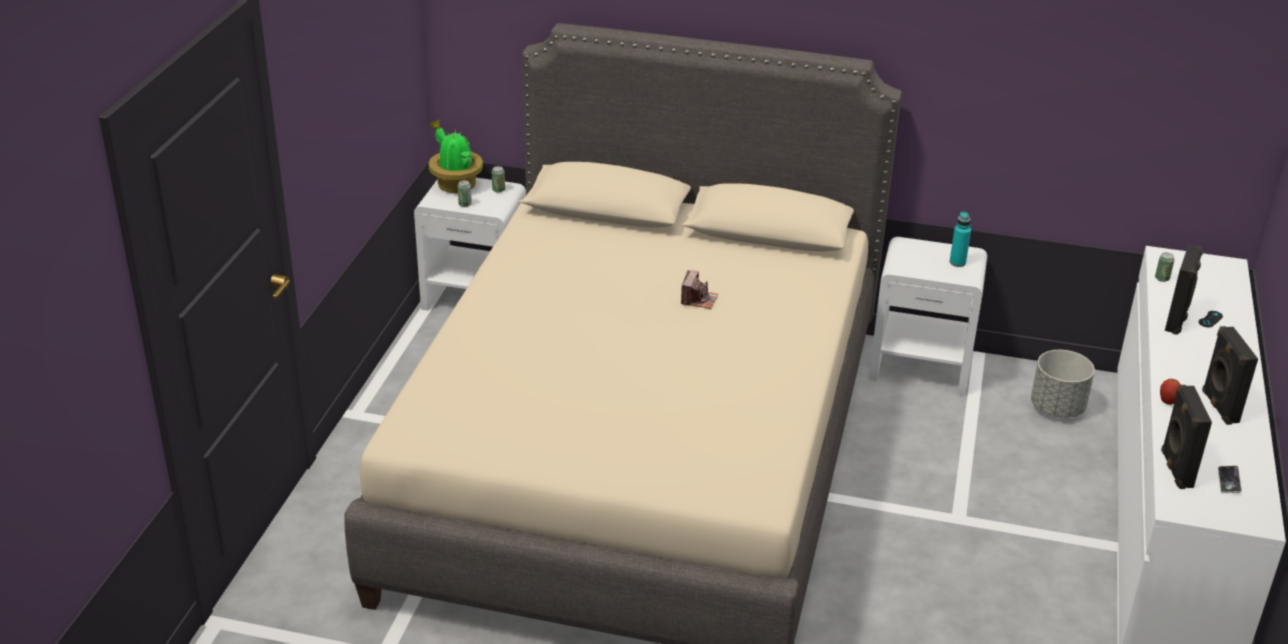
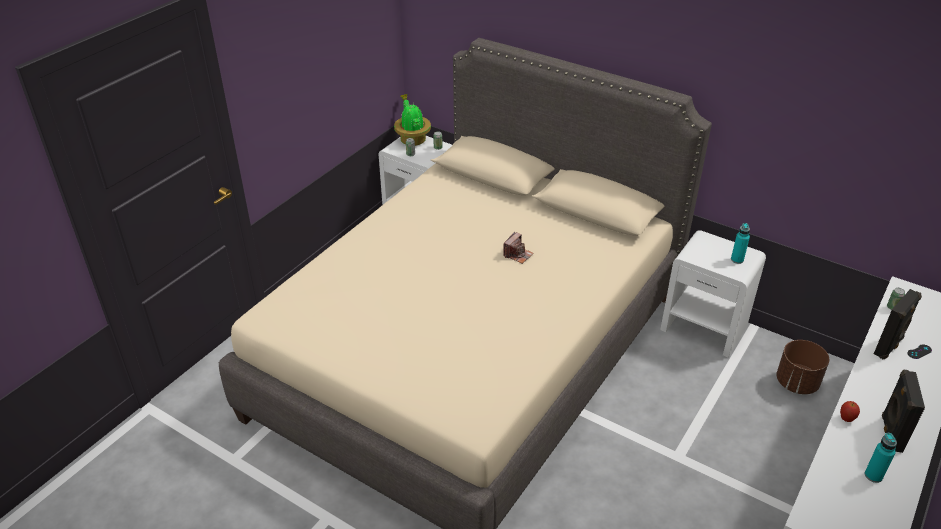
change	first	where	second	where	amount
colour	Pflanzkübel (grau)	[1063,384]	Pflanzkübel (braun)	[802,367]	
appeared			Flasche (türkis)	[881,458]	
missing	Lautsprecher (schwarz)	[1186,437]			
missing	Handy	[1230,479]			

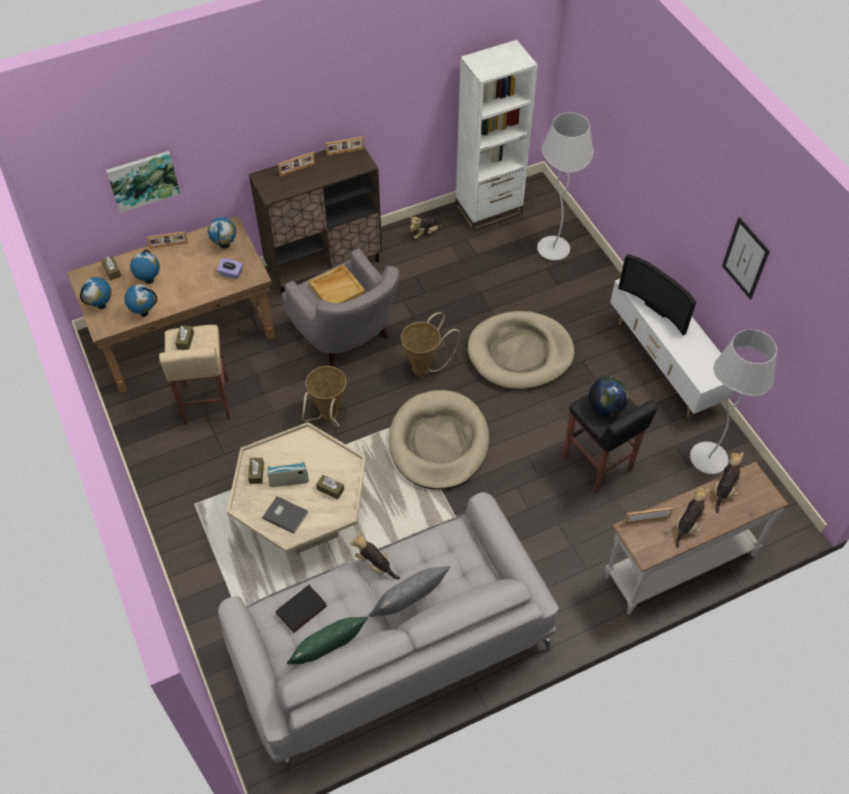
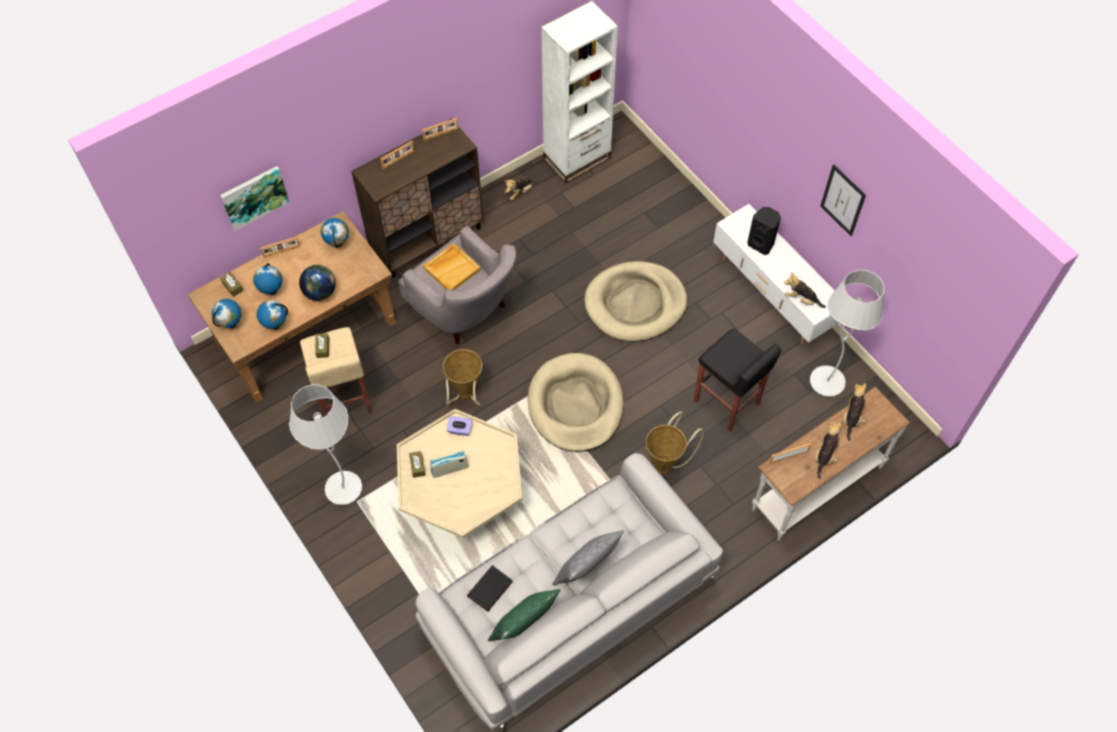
change	first	where	second	where	amount
relocated	Stehlampe (weiß)	[565,186]		[325,444]	
relocated	Globus	[609,396]		[317,282]	
relocated	Taschentuchbox (lila)	[230,268]		[459,426]	
relocated	Korb	[430,344]		[675,442]	
exchanged	Fernseher	[657,295]	Lautsprecher (schwarz)	[764,231]	
relocated	Plüschtier	[375,556]		[805,290]	
missing	Buch (grau)	[285,515]			
missing	Taschentuchbox (braun)	[330,487]			

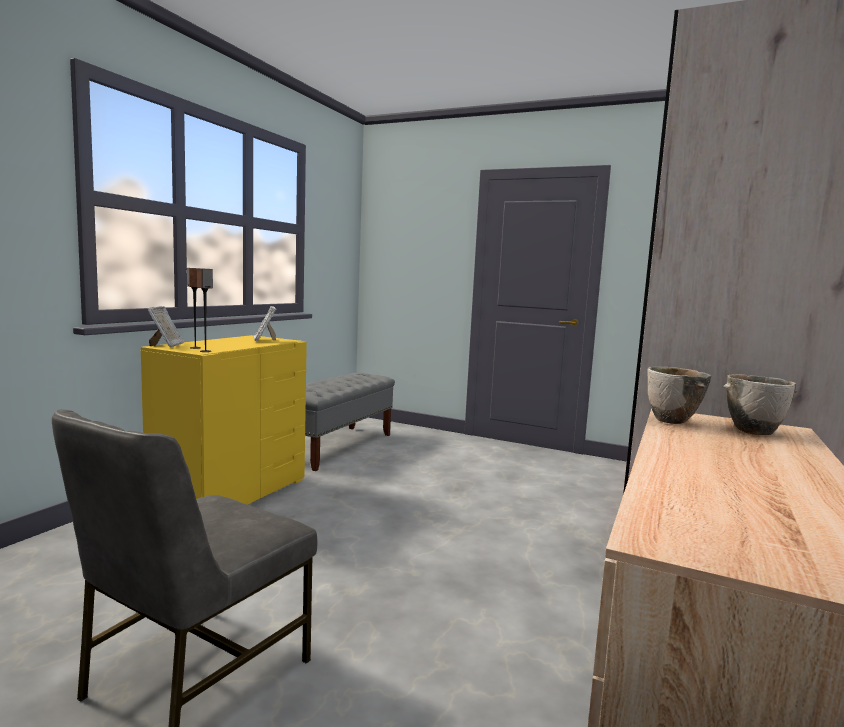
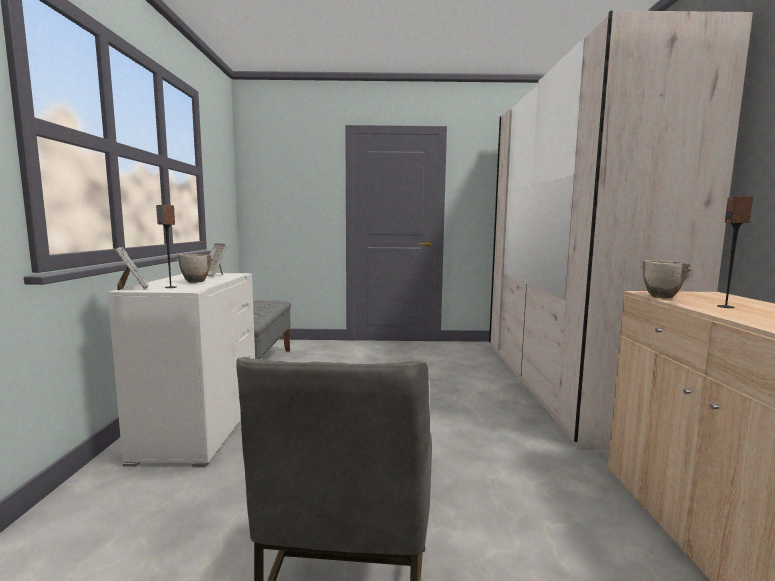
change	first	where	second	where	amount
colour	Kommode (gelb)	[224,420]	Kommode (weiß)	[181,370]	
relocated	Schüssel	[760,404]		[195,268]	
relocated	Lautsprecher	[205,310]		[735,252]	

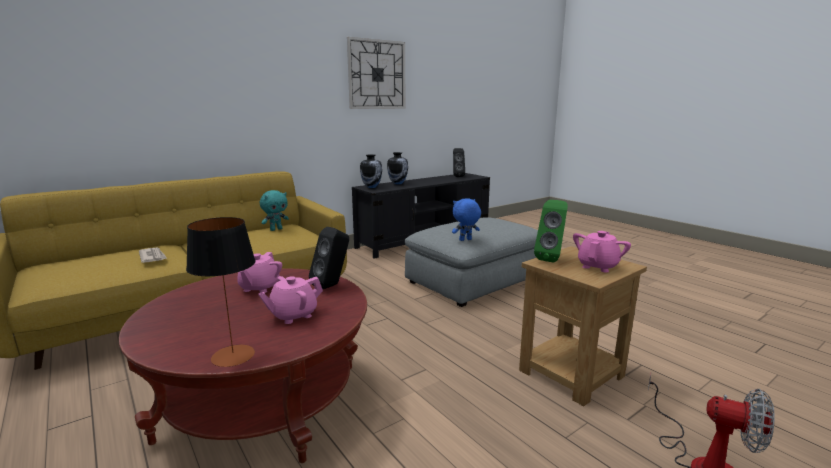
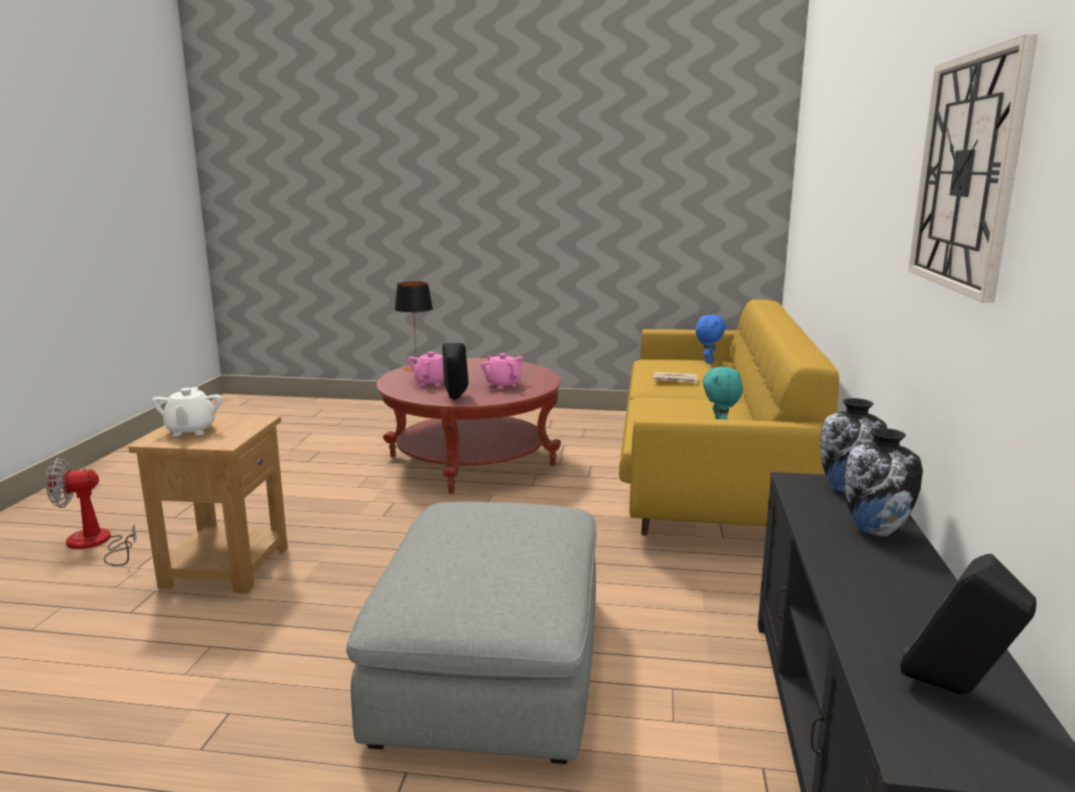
change	first	where	second	where	amount
colour	Teekanne (rosa)	[602,251]	Teekanne (weiß)	[187,411]	
relocated	Plüschtier (blau)	[466,219]		[711,339]	
missing	Lautsprecher (grün)	[551,231]			

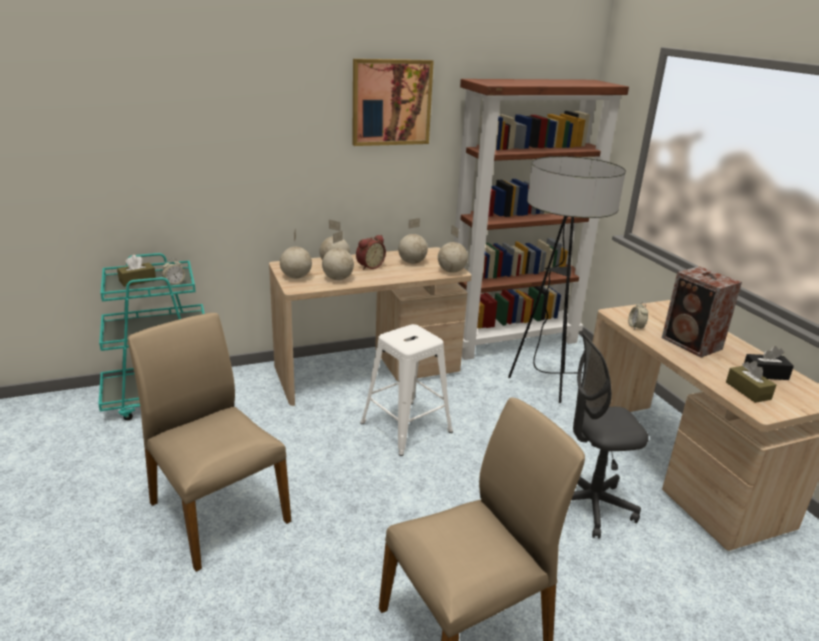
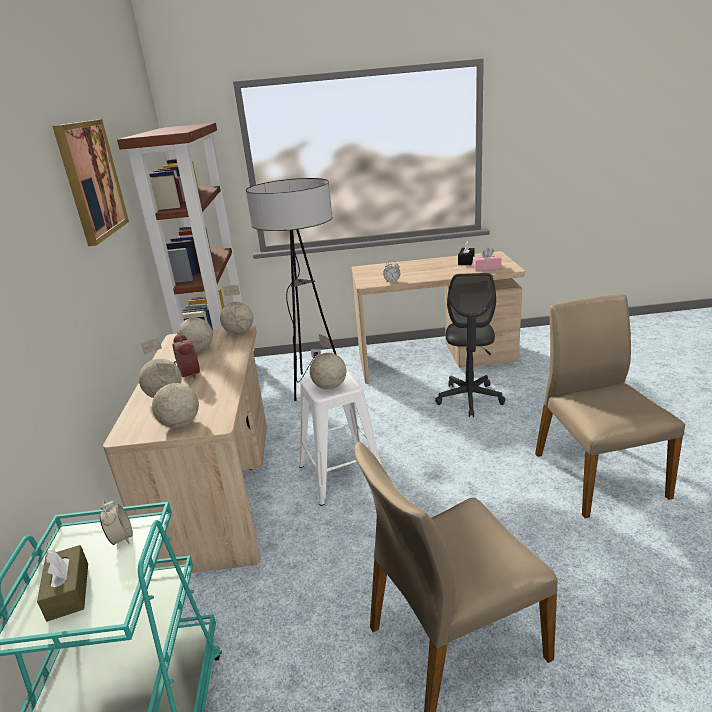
change	first	where	second	where	amount
relocated	Globus	[338,255]		[328,362]	
colour	Taschentuchbox (braun)	[751,382]	Taschentuchbox (rosa)	[487,259]	
missing	Lautsprecher	[702,312]			

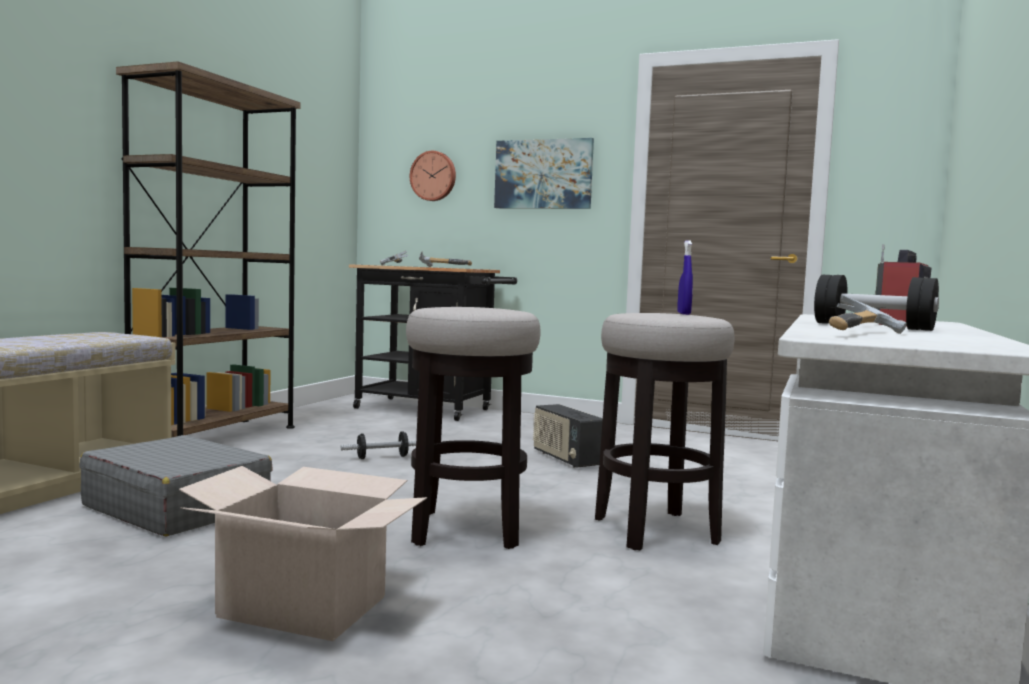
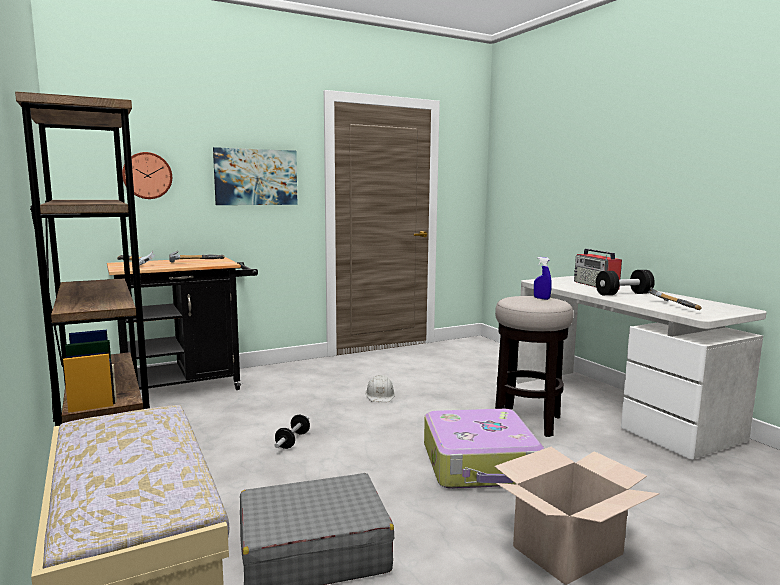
change	first	where	second	where	amount
exchanged	Radio	[568,436]	Schutzhelm (weiß)	[380,388]	
exchanged	Hocker	[473,428]	Koffer	[484,449]	

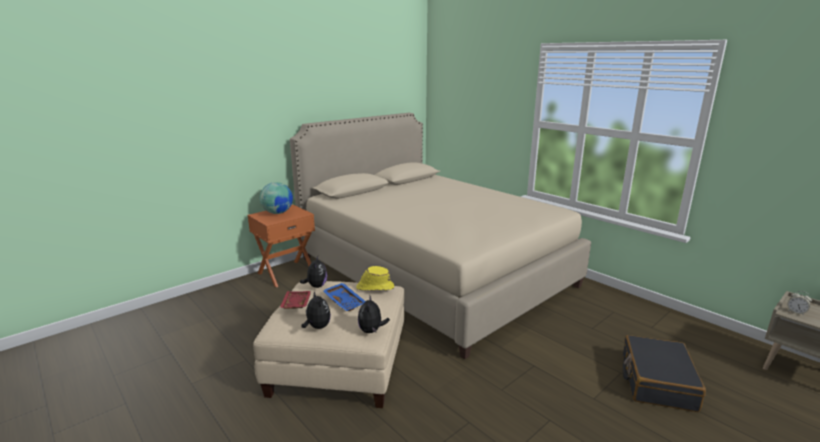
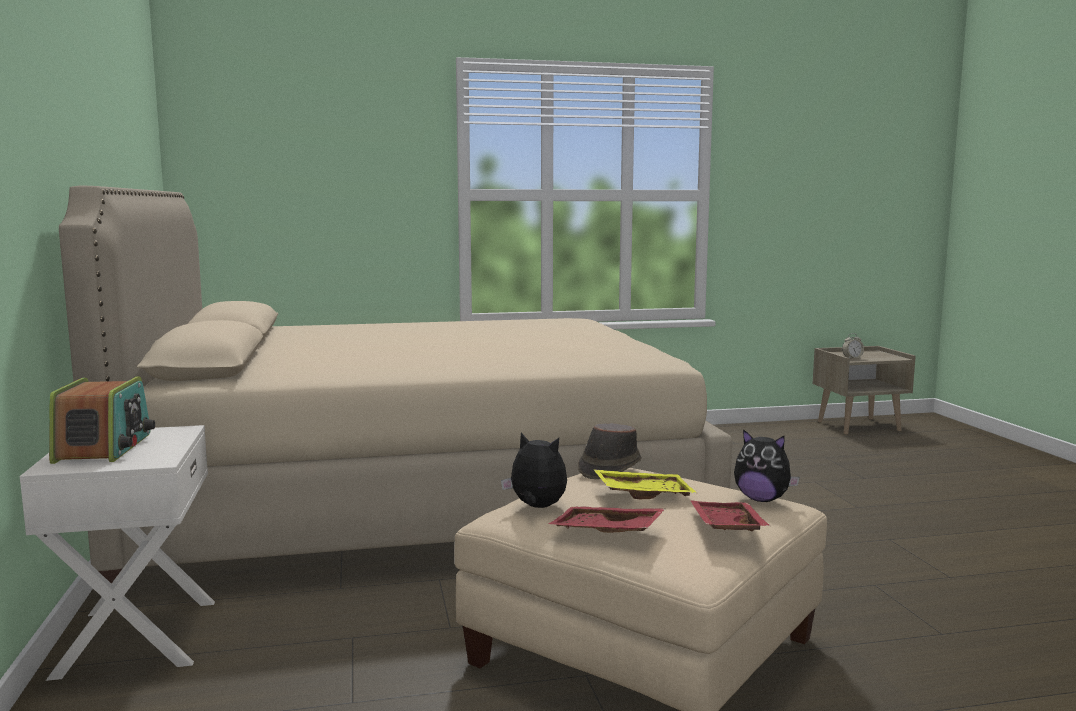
change	first	where	second	where	amount
colour	Nachttisch (orange)	[281,246]	Nachttisch (weiß)	[117,553]	
exchanged	Globus	[276,198]	Radio	[102,420]	
colour	Hut (gelb)	[375,278]	Hut (braun)	[610,451]	
colour	Tablett (blau)	[343,297]	Tablett (gelb)	[645,484]	
exchanged	Plüschtier	[316,310]	Tablett (rot)	[730,515]	
missing	Koffer (schwarz)	[664,373]			

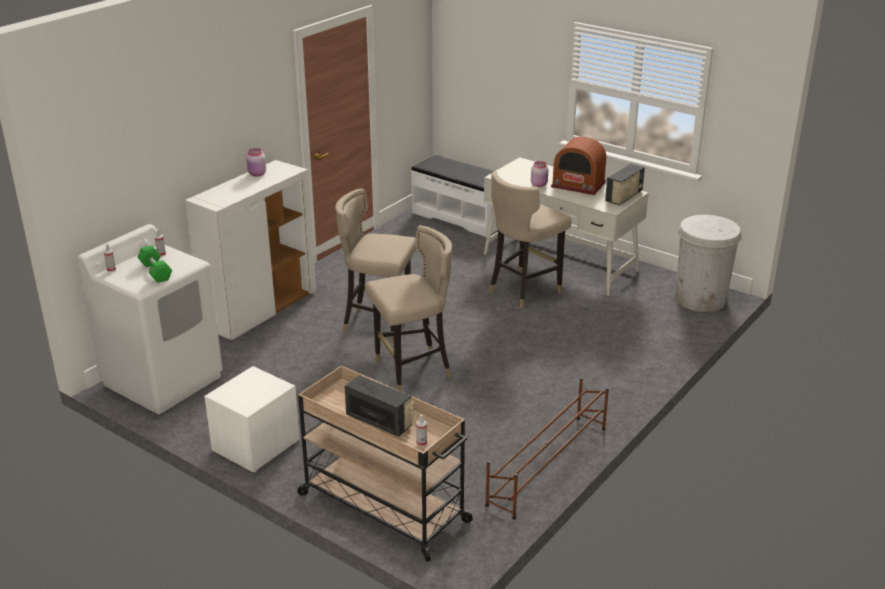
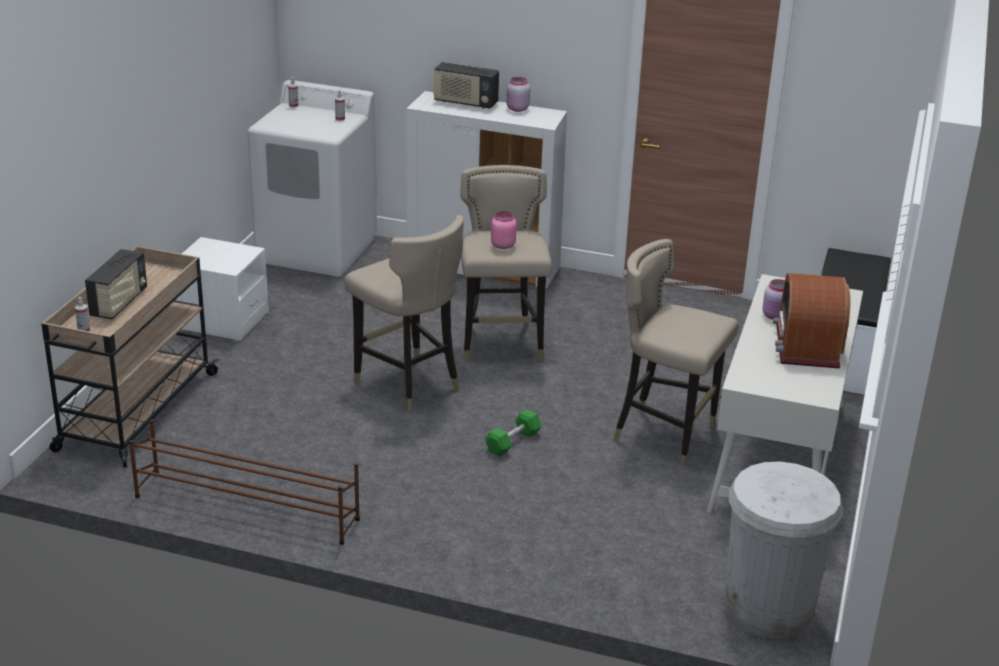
change	first	where	second	where	amount
relocated	Radio	[625,184]		[466,85]	
relocated	Hantel (grün)	[155,264]		[513,433]	
appeared			Vorratsglas (rosa)	[504,230]	

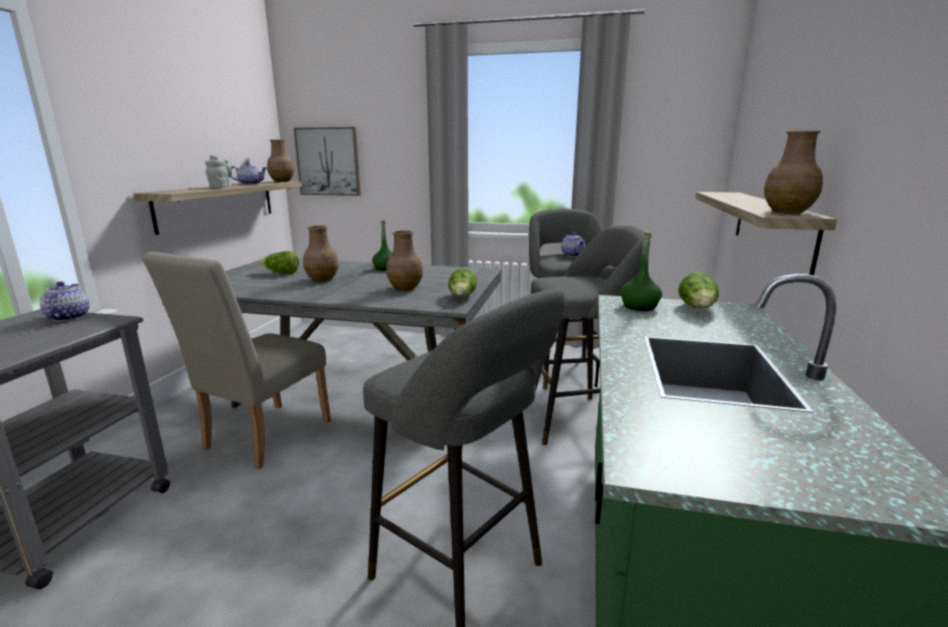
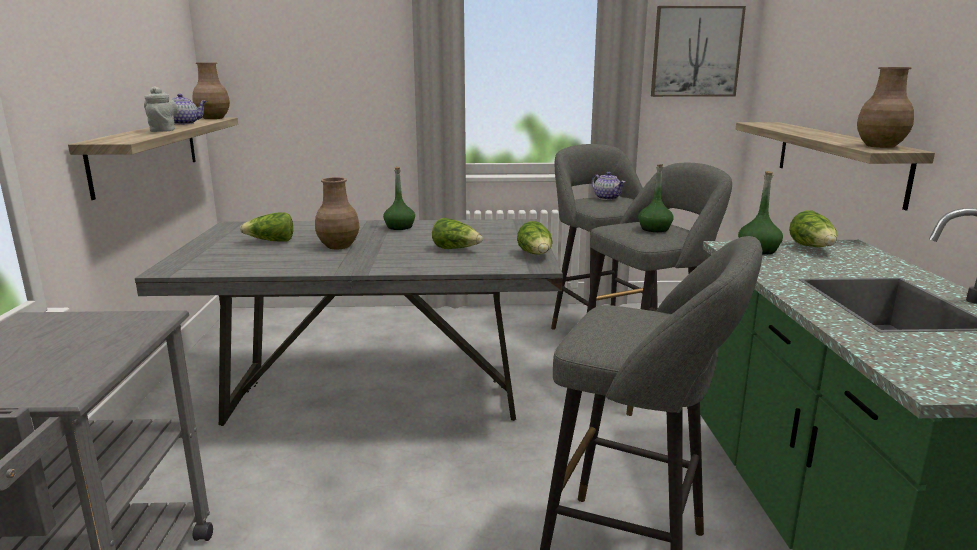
change	first	where	second	where	amount
exchanged	Vase (braun)	[404,260]	Salatkopf	[457,233]	
appeared			Flasche (grün)	[656,198]	
relocated	Bild	[327,161]		[698,51]	
missing	Teekanne	[64,301]			
missing	Stuhl (beige)	[236,360]			

